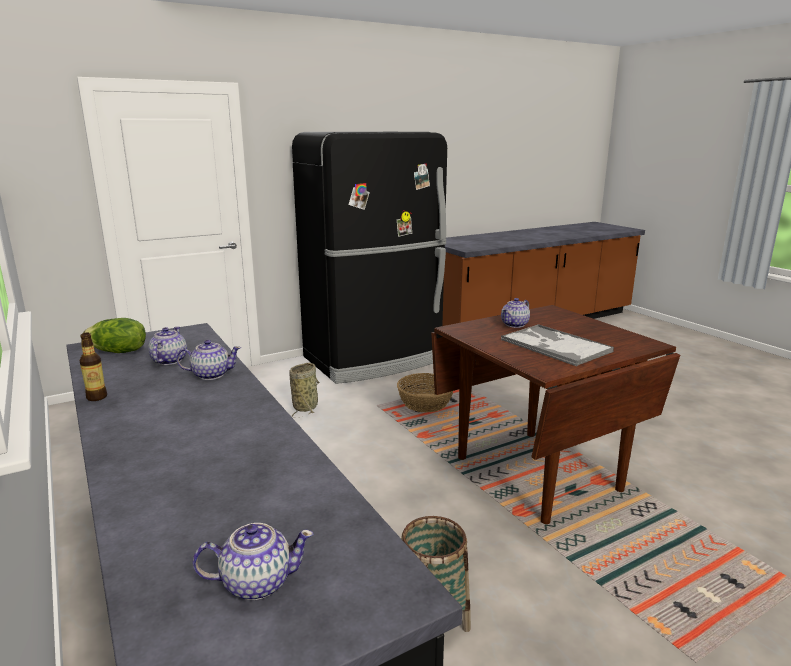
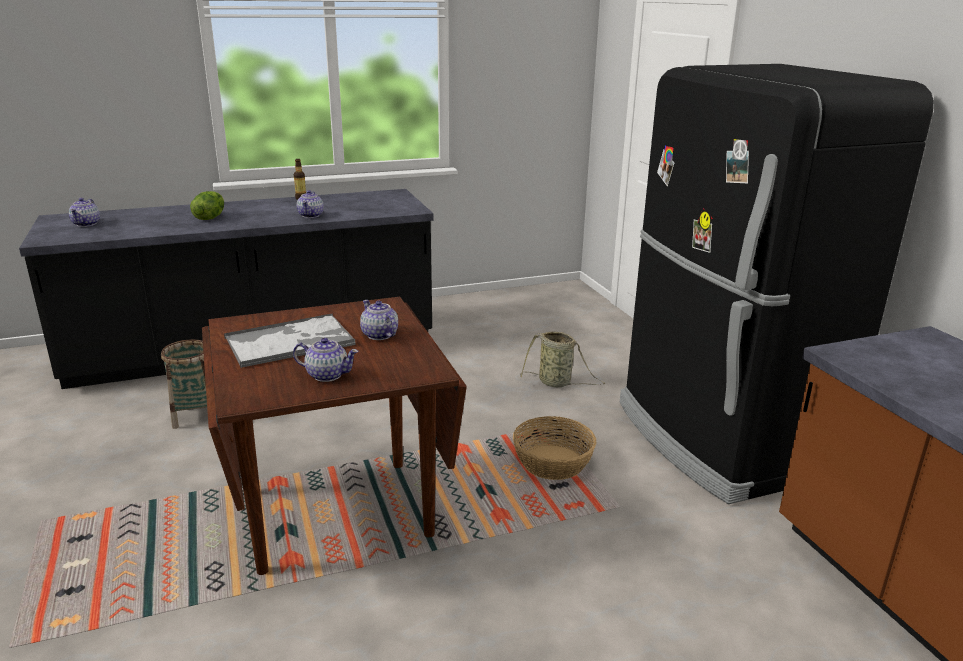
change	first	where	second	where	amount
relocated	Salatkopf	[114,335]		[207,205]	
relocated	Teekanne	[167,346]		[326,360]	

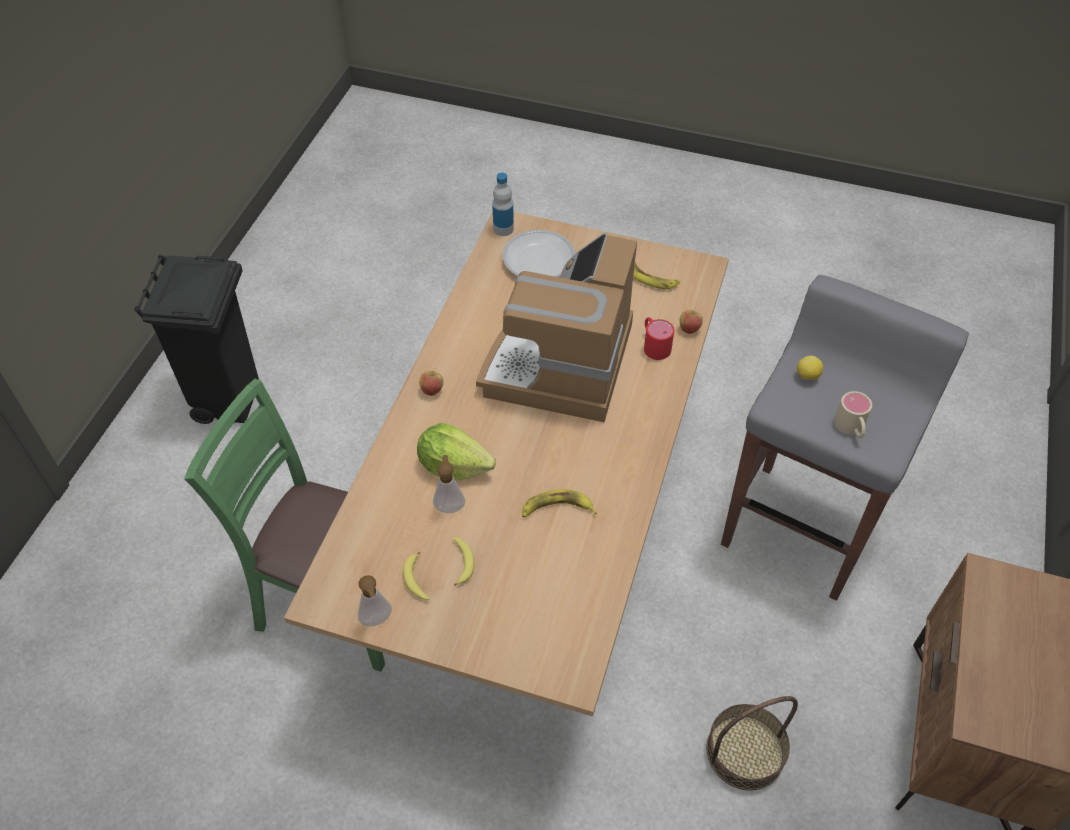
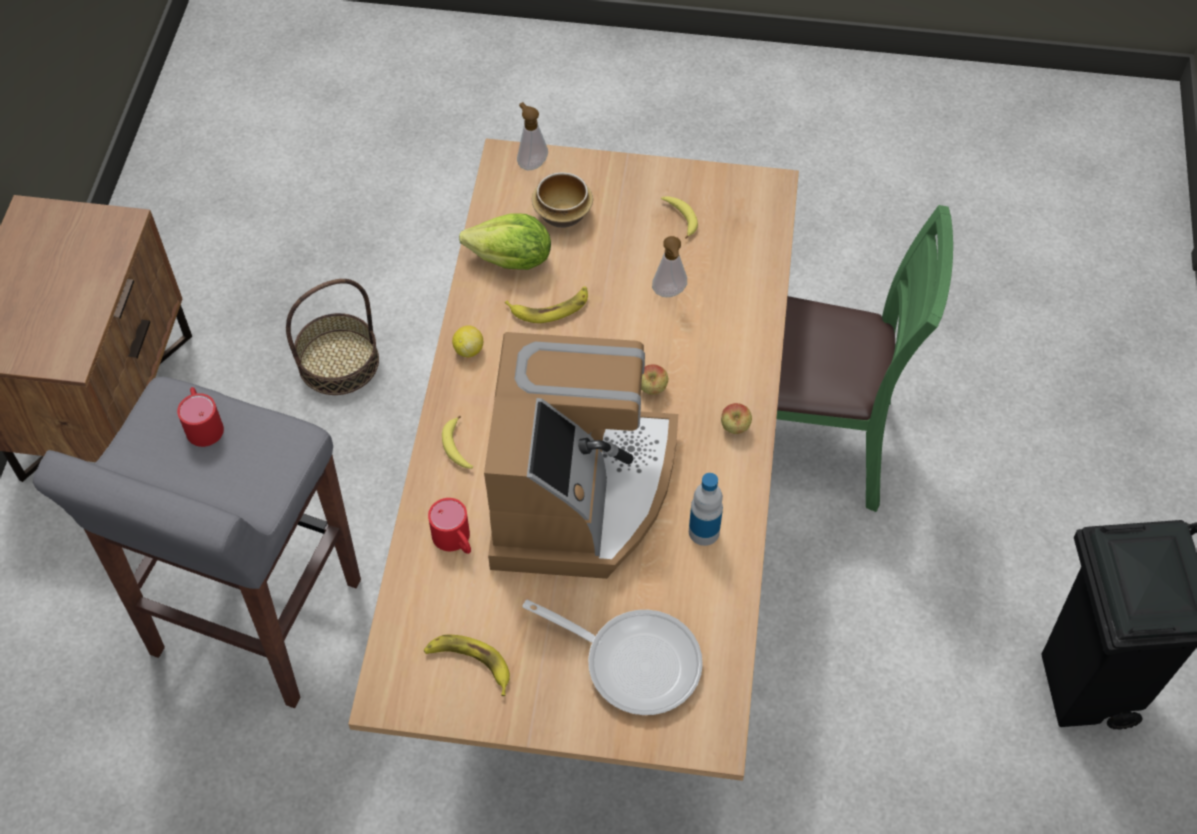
change	first	where	second	where	amount
colour	Henkelbecher (beige)	[853,414]	Henkelbecher (rot)	[200,417]	
relocated	Banane	[463,561]		[457,442]	
relocated	Zitrone	[810,368]		[467,341]	
relocated	Salatkopf	[456,451]		[505,241]	
relocated	Seifenspender	[375,600]		[532,136]	
appeared			Schüssel	[562,200]	
relocated	Apfel	[691,320]		[654,379]	
relocated	Flasche	[503,204]		[706,509]	

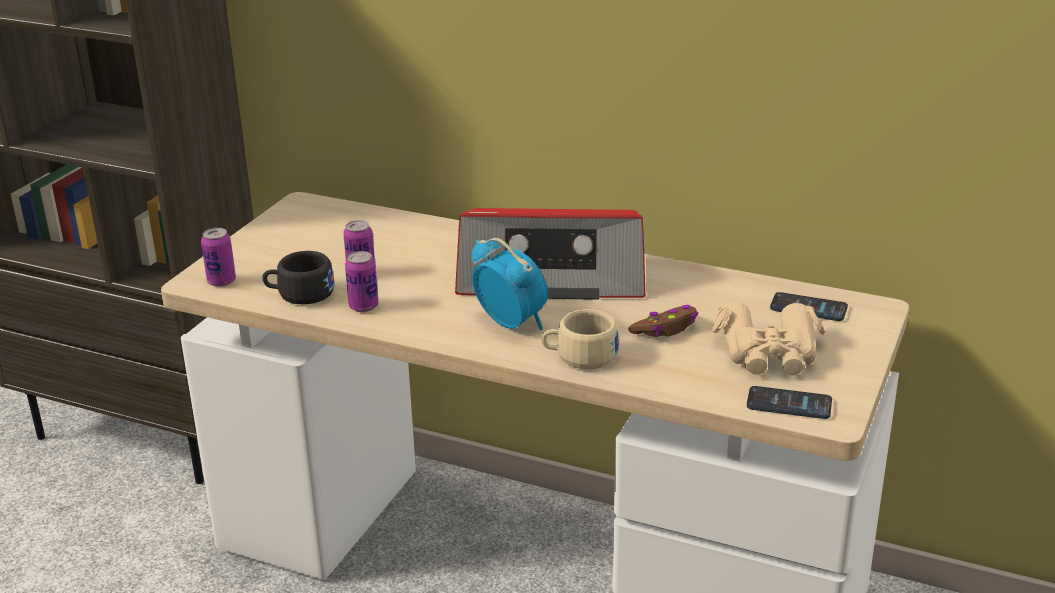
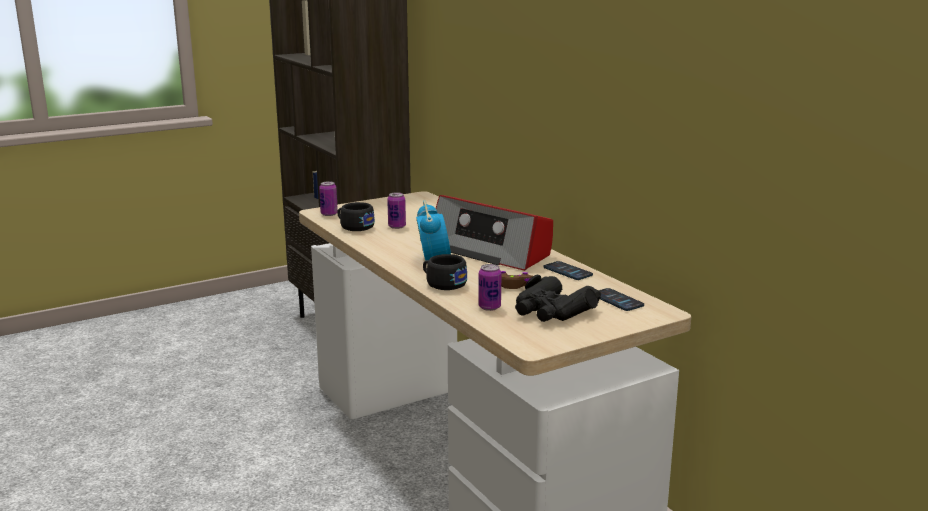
change	first	where	second	where	amount
colour	Tasse (beige)	[580,339]	Tasse (schwarz)	[445,272]	
relocated	Dose	[362,281]		[490,287]	
colour	Fernglas (beige)	[769,338]	Fernglas (schwarz)	[558,298]	
relocated	Handy	[789,402]		[568,270]	

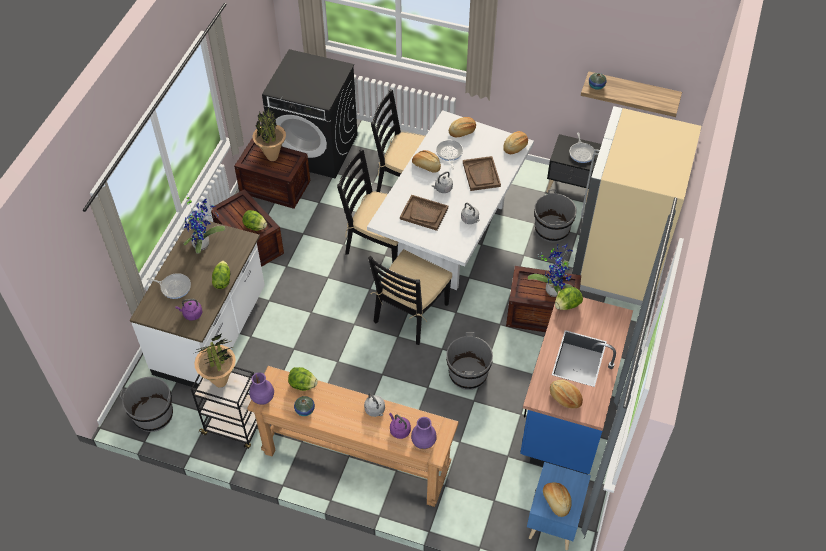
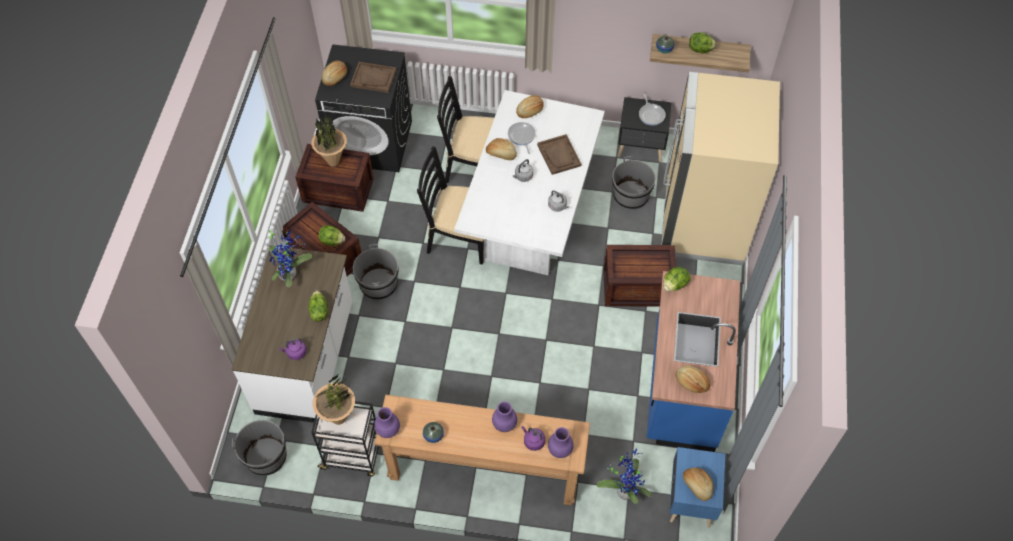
change	first	where	second	where	amount
relocated	Brot	[515,142]		[334,73]	
relocated	Tablett (braun)	[424,213]		[373,77]	
relocated	Eimer (grau)	[469,361]		[376,272]	
exchanged	Wasserkessel (grau)	[374,405]	Vase (lila)	[504,416]	
relocated	Topfpflanze	[550,270]		[624,476]	
relocated	Salatkopf	[303,379]		[702,42]	
missing	Pfanne	[169,286]			
missing	Stuhl (schwarz)	[410,297]			

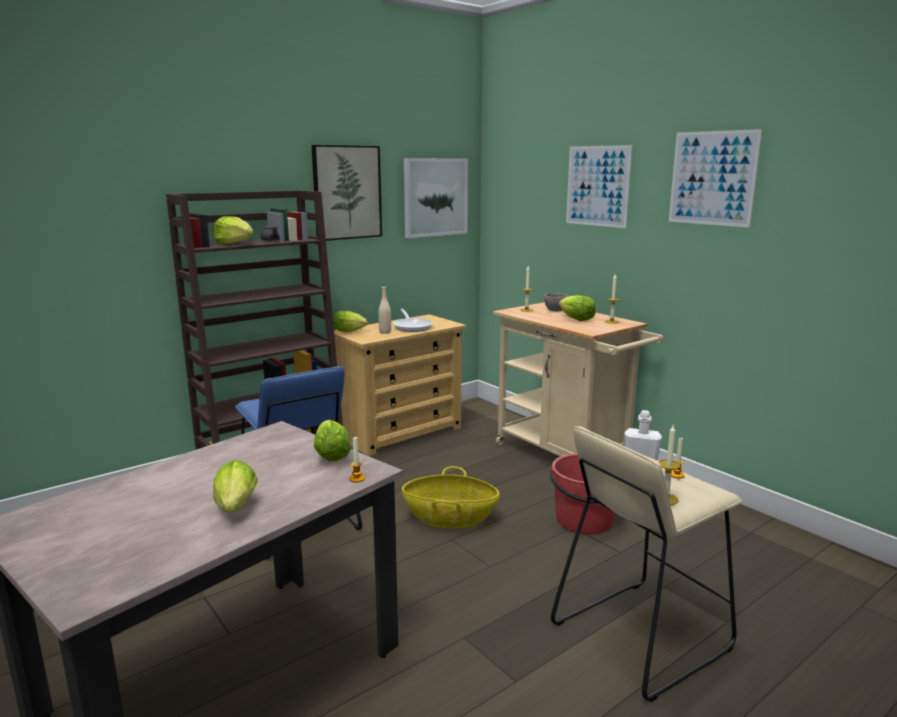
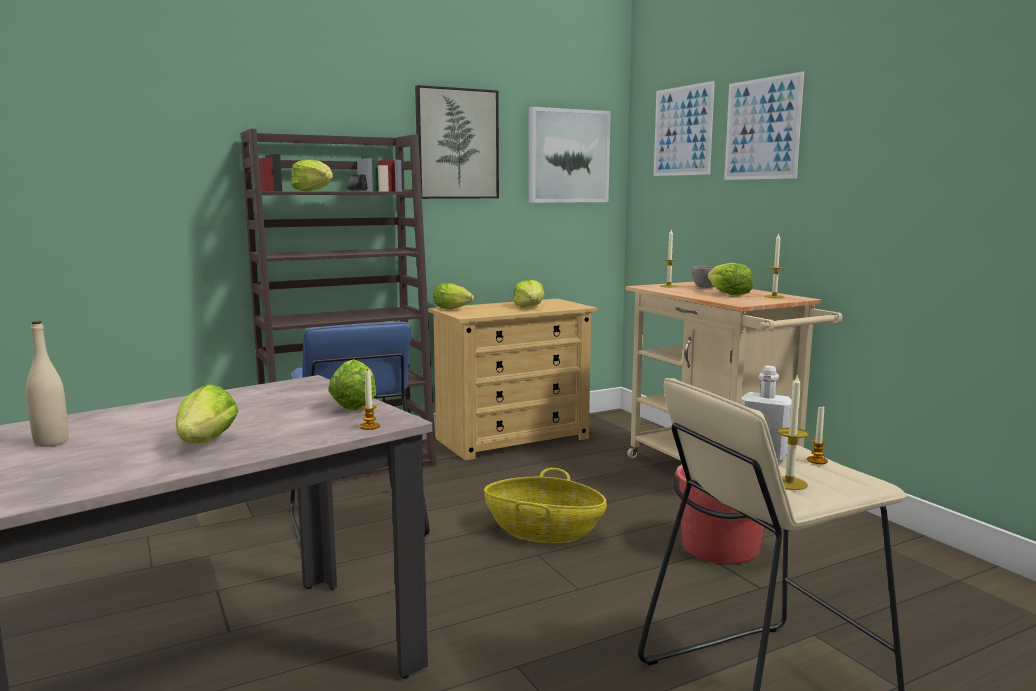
change	first	where	second	where	amount
relocated	Flasche (beige)	[384,309]		[47,384]	
exchanged	Pfanne	[413,320]	Salatkopf	[529,293]	
relocated	Bild	[715,178]		[684,128]	

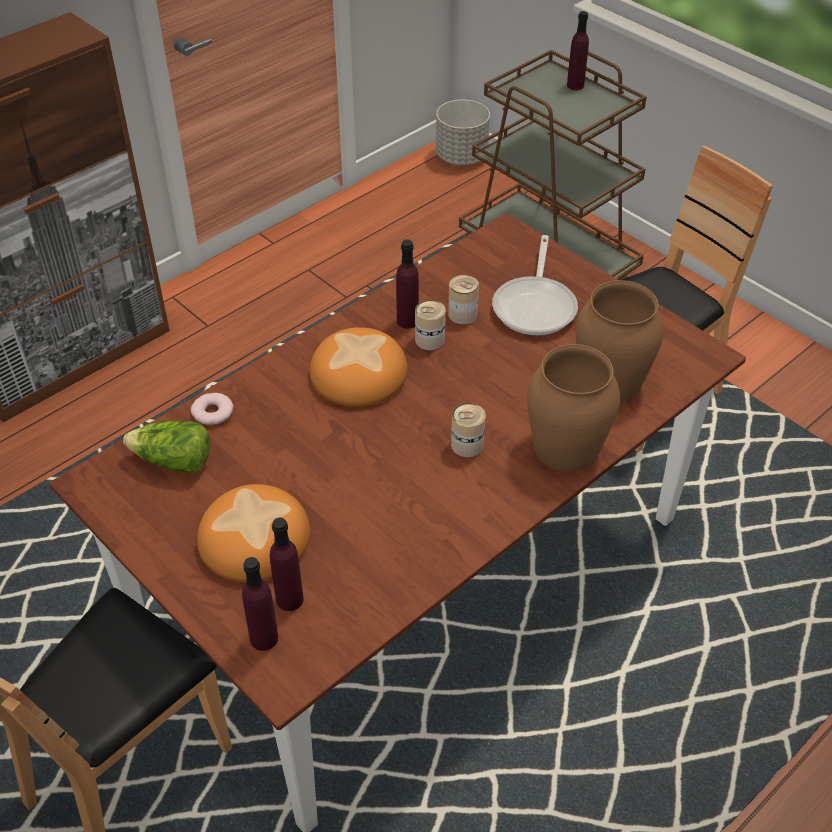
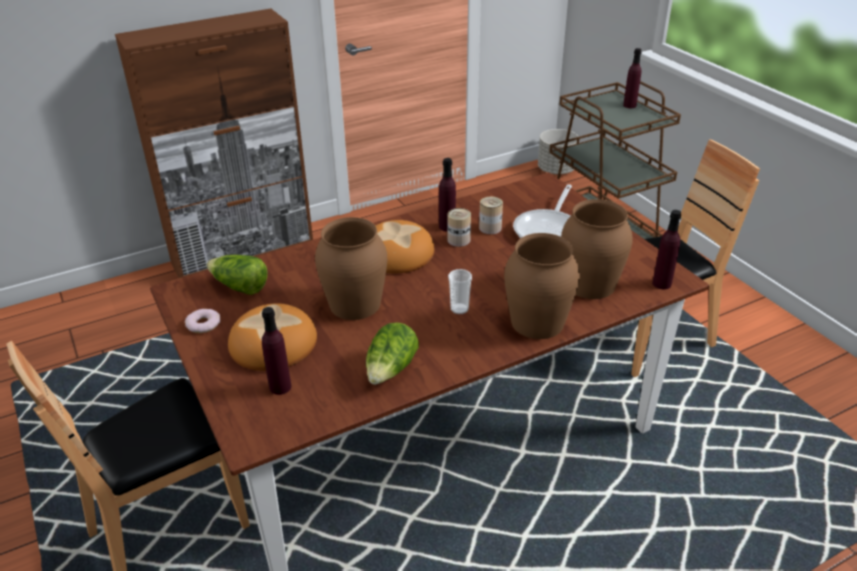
change	first	where	second	where	amount
relocated	Donut	[212,409]		[202,321]	
appeared			Vase (braun)	[351,268]	
appeared			Salatkopf	[392,353]	
exchanged	Dose	[468,430]	Tasse	[460,291]	
relocated	Flasche (lila)	[260,604]		[666,249]	

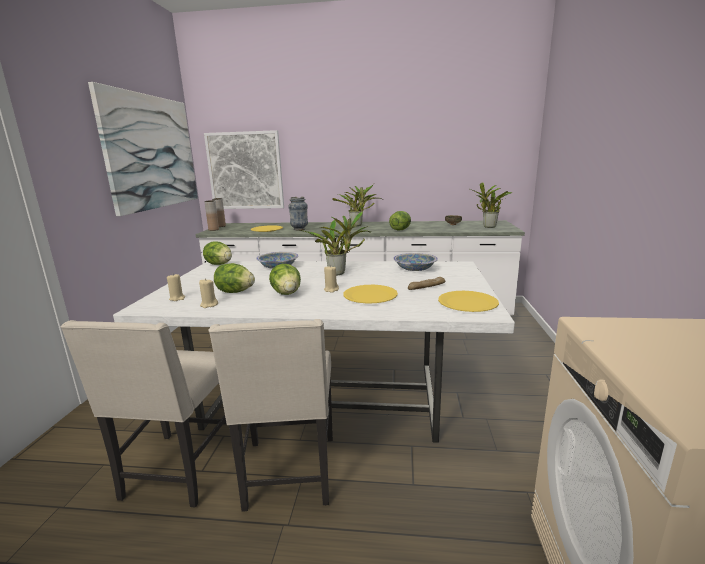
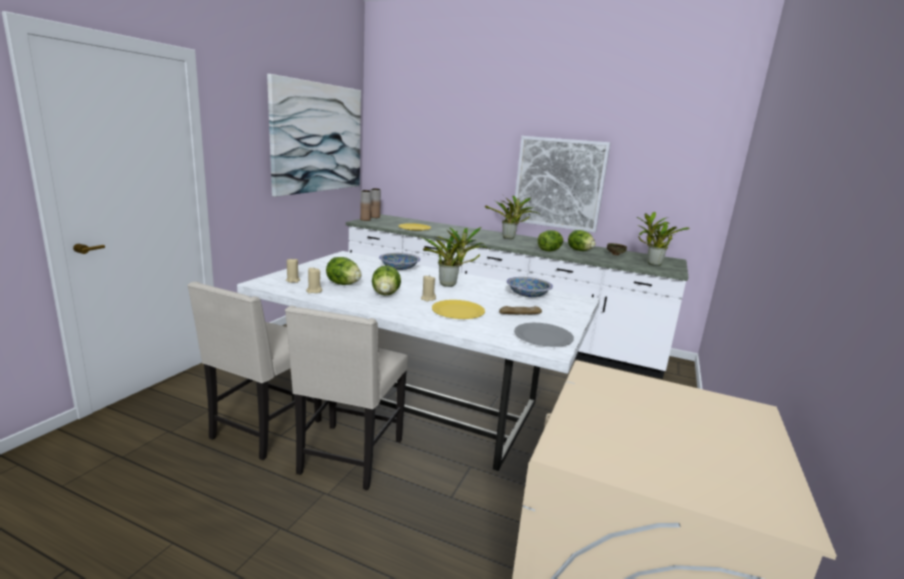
change	first	where	second	where	amount
relocated	Bild	[244,169]		[562,184]	
colour	Teller (gelb)	[468,301]	Teller (grau)	[544,335]	
relocated	Salatkopf	[217,253]		[581,240]	
missing	Vase	[298,213]			

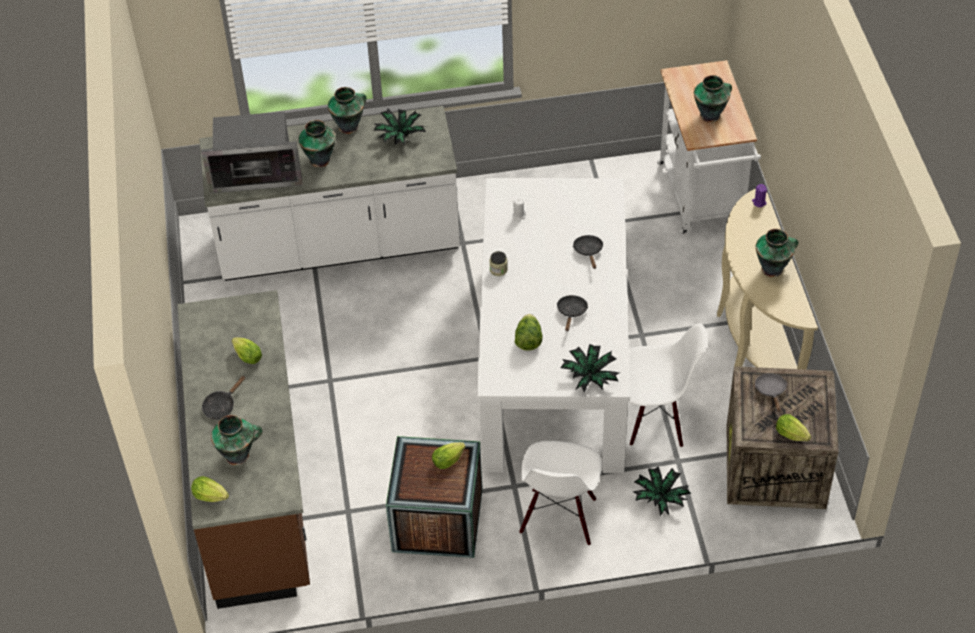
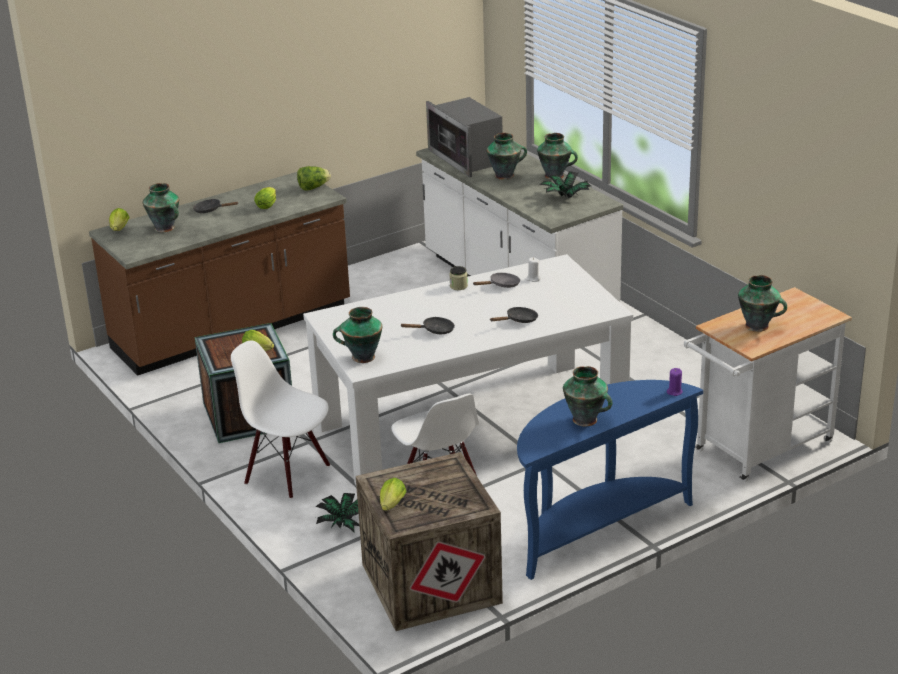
change	first	where	second	where	amount
spun	Stuhl (weiß)	[560,493]		[280,419]	45 degrees clockwise
relocated	Salatkopf	[529,332]		[314,178]	
exchanged	Topfpflanze	[590,368]	Vase	[357,335]	
relocated	Pfanne (grau)	[771,392]		[496,280]	
colour	Konsolentisch (beige)	[767,279]	Konsolentisch (blau)	[610,480]	

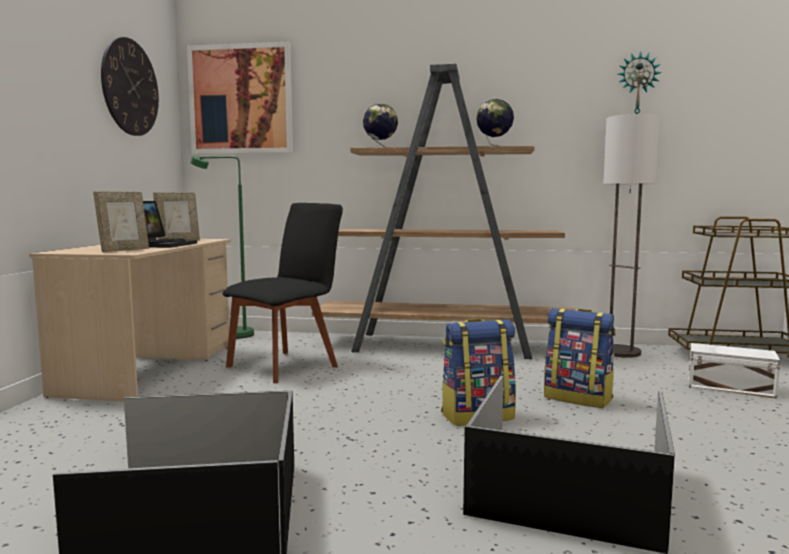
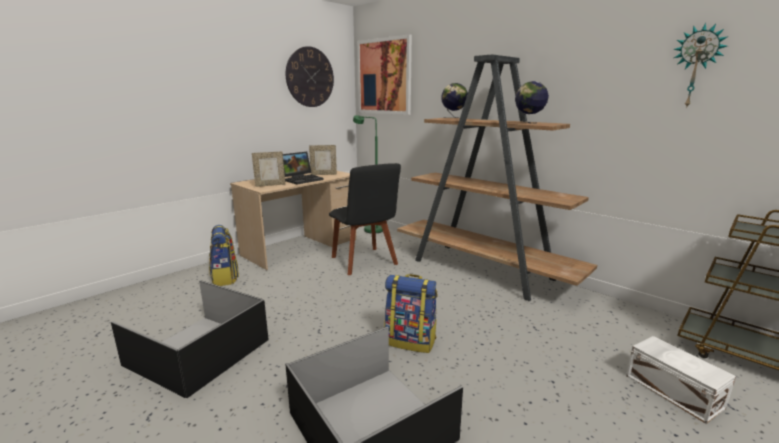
change	first	where	second	where	amount
relocated	Rucksack	[580,358]		[224,255]	
spun	Stuhl (schwarz)	[283,293]		[365,219]	75 degrees clockwise
missing	Stehlampe	[631,236]			

